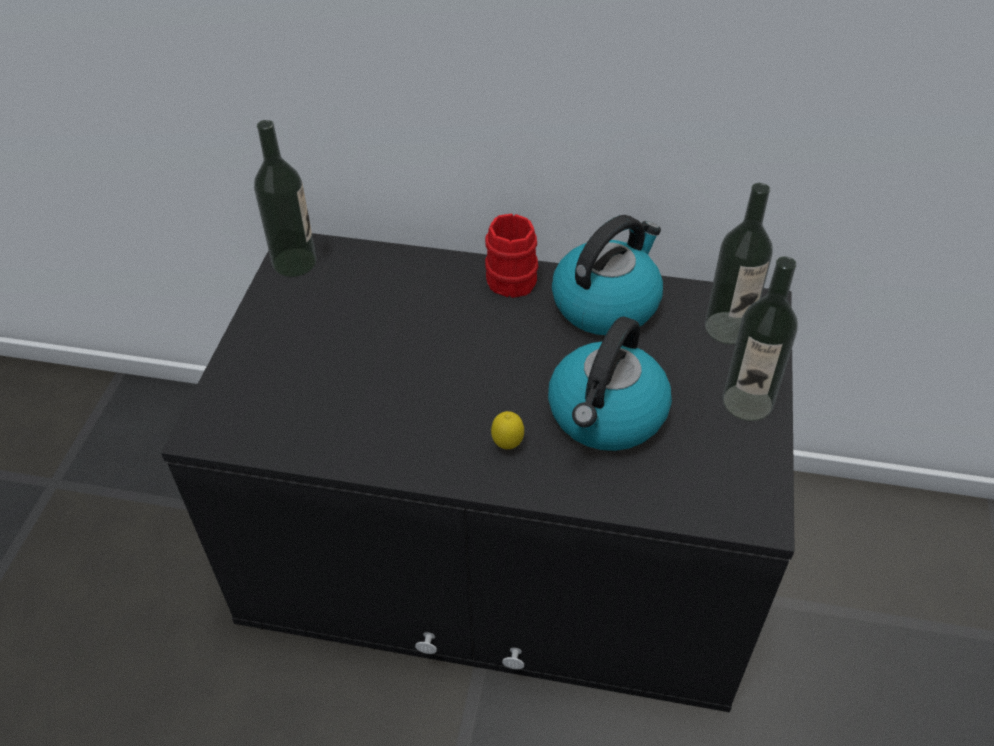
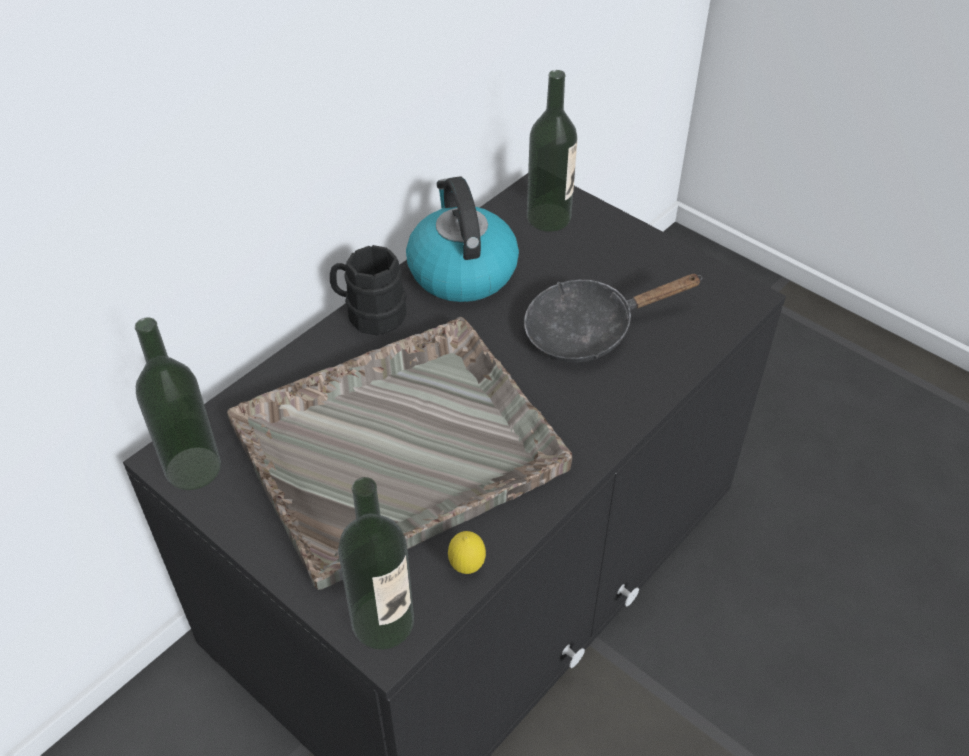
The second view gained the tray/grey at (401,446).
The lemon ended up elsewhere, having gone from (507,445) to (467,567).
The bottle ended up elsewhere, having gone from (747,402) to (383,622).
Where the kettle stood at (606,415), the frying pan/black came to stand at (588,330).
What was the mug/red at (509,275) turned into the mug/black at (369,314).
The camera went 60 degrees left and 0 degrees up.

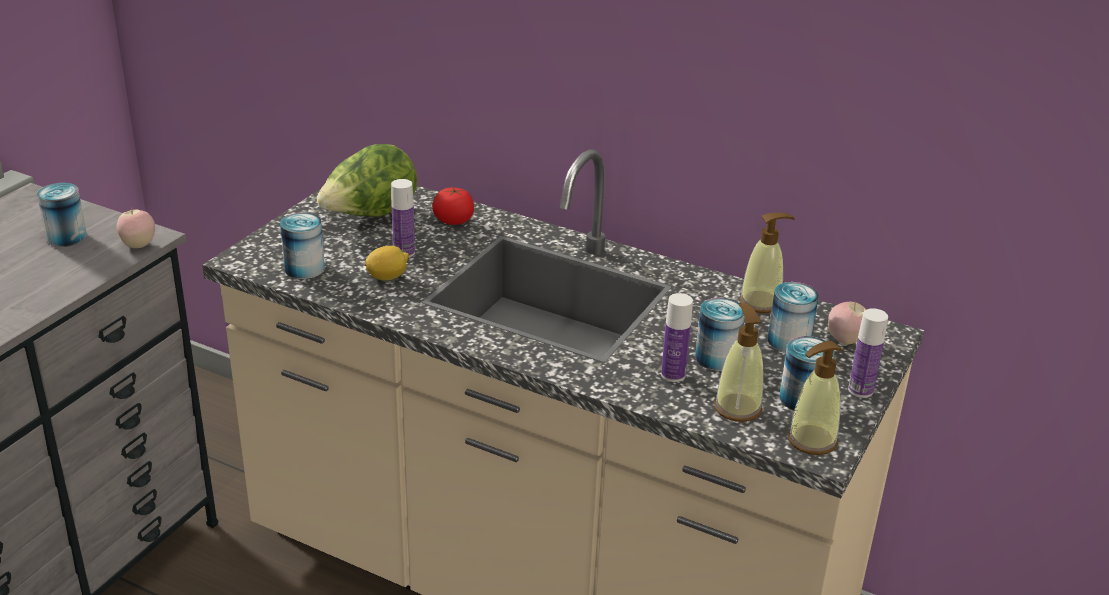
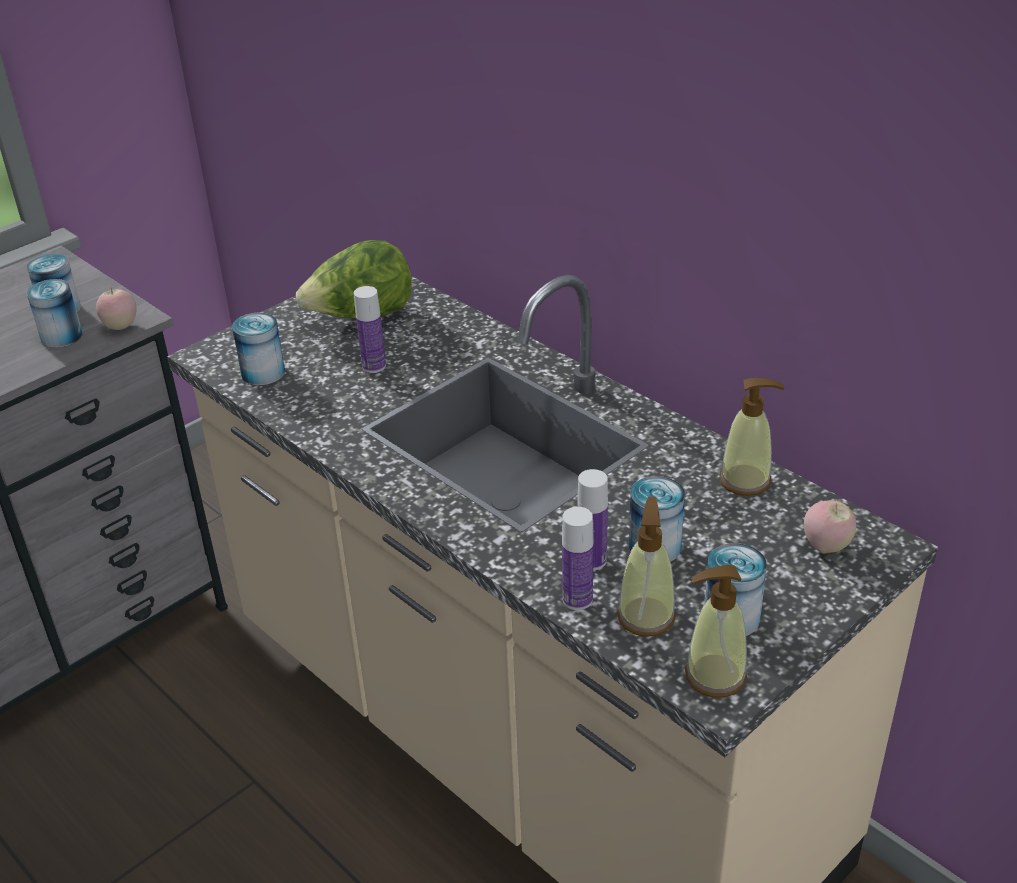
The second view lost the lemon at (387,277).
The second view lost the tomato at (453,220).
The can ended up elsewhere, having gone from (788,341) to (61,336).
The bottle ended up elsewhere, having gone from (860,390) to (577,599).
The camera went 20 degrees right and 5 degrees up.

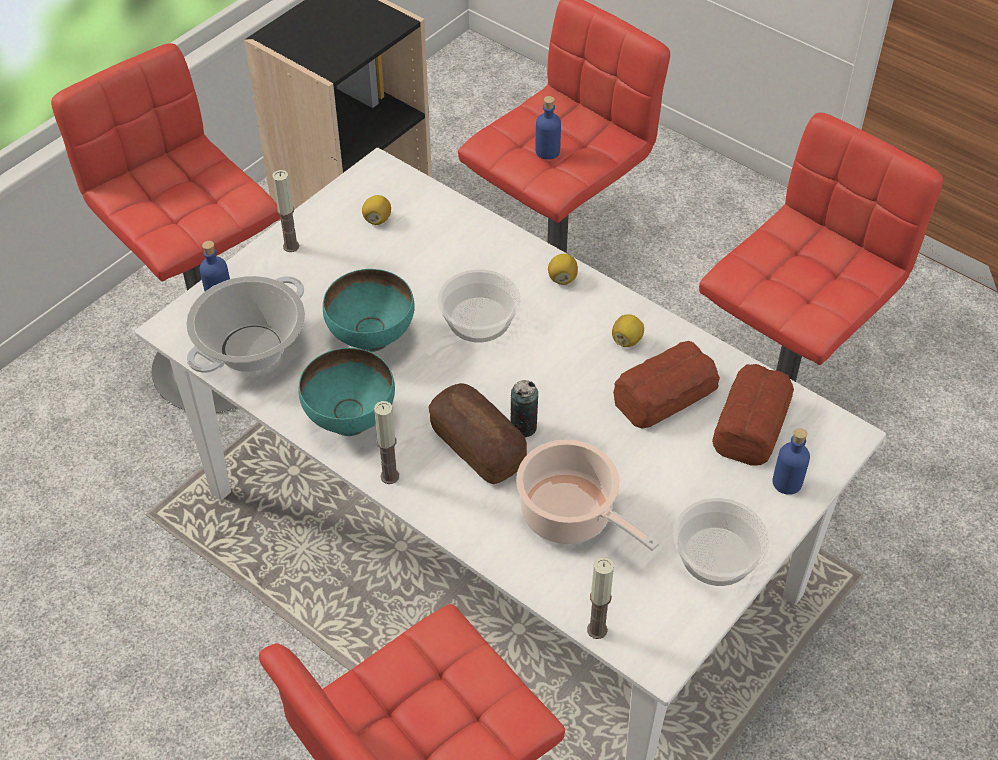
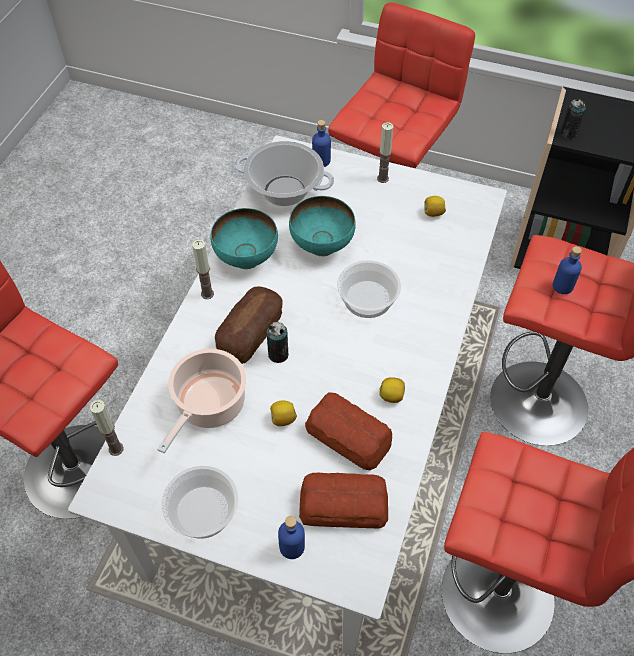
The second view gained the can at (568,133).
The lemon ended up elsewhere, having gone from (562,278) to (283,419).
The camera went 70 degrees right and 5 degrees up.

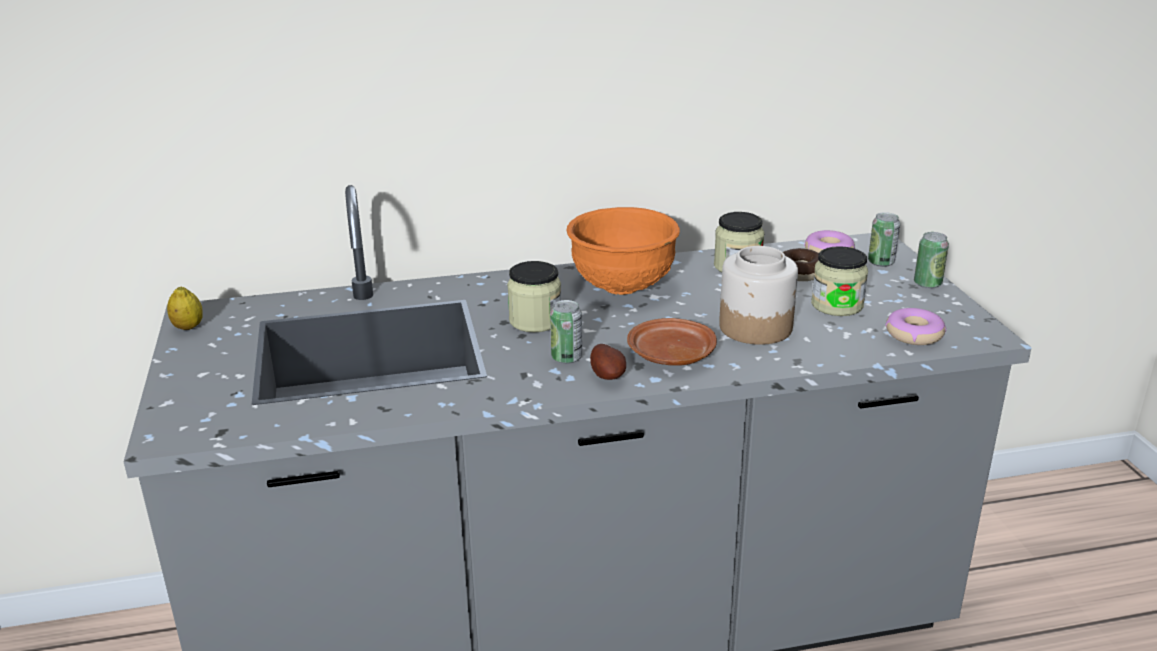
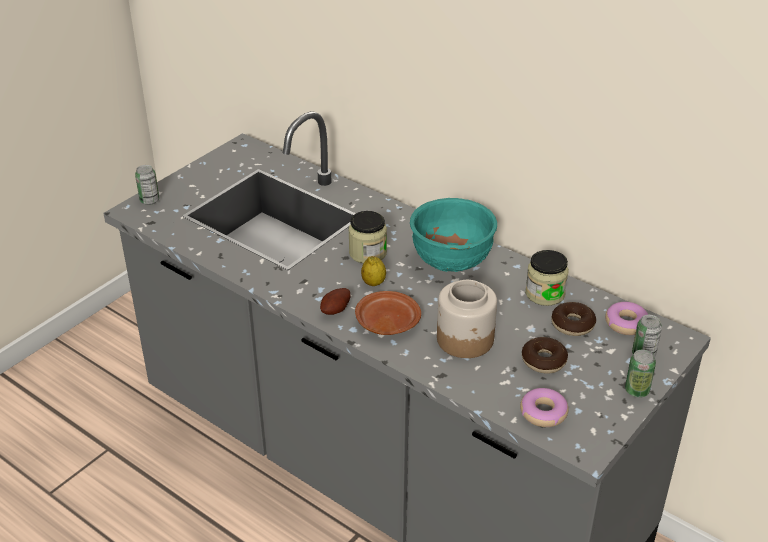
The lemon ended up elsewhere, having gone from (188,327) to (373,283).
The can ended up elsewhere, having gone from (566,358) to (149,200).
Where the jar stood at (837,305), the donut came to stand at (543,361).
What was the bowl/orange at (622,287) turned into the bowl/turquoise at (452,262).
The camera went 50 degrees right and 10 degrees up.

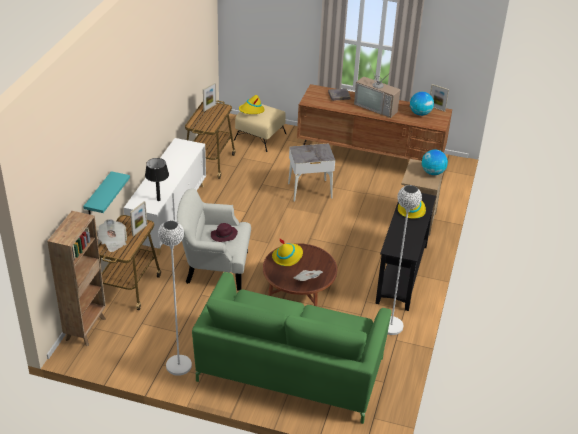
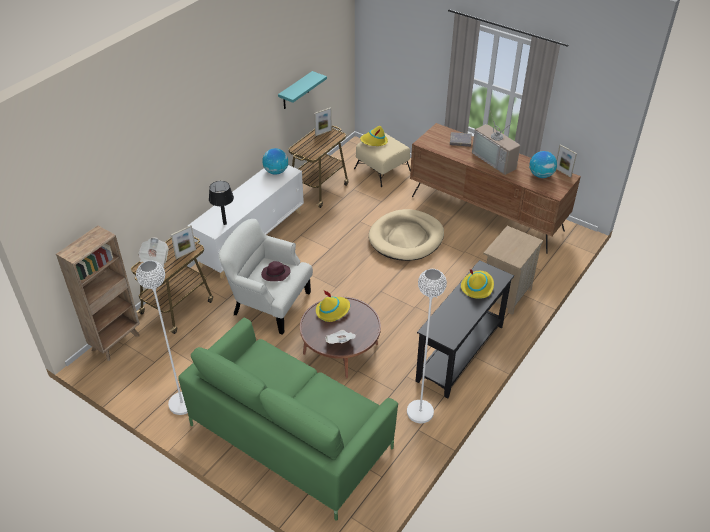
The shelf/turquoise ended up elsewhere, having gone from (98,197) to (295,91).
The globe ended up elsewhere, having gone from (432,173) to (276,172).
Where the side table stood at (310,191), the dog bed/beige came to stand at (406,238).
The camera went 20 degrees right and 5 degrees up.

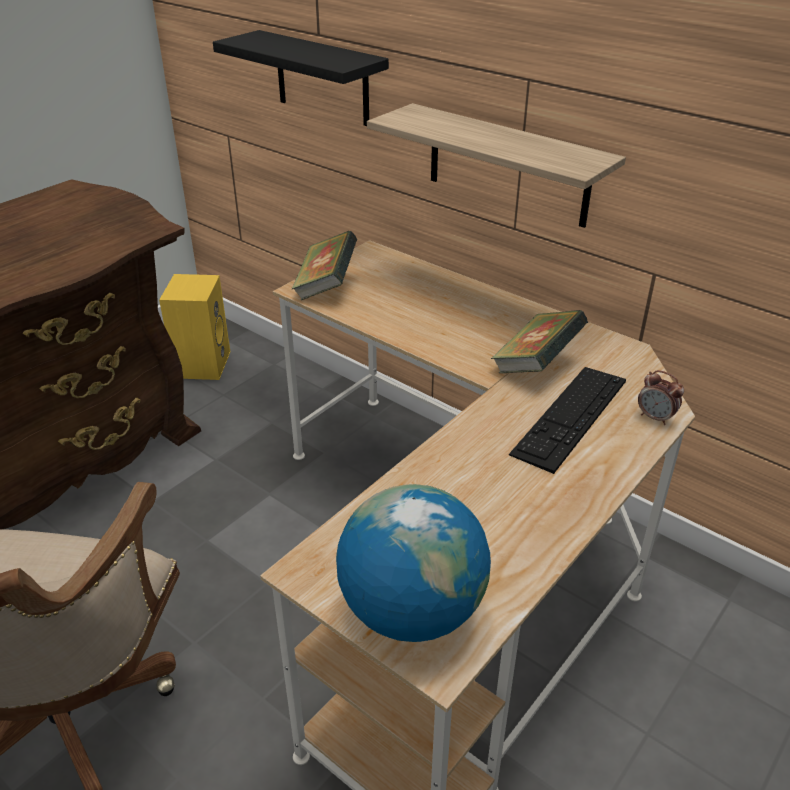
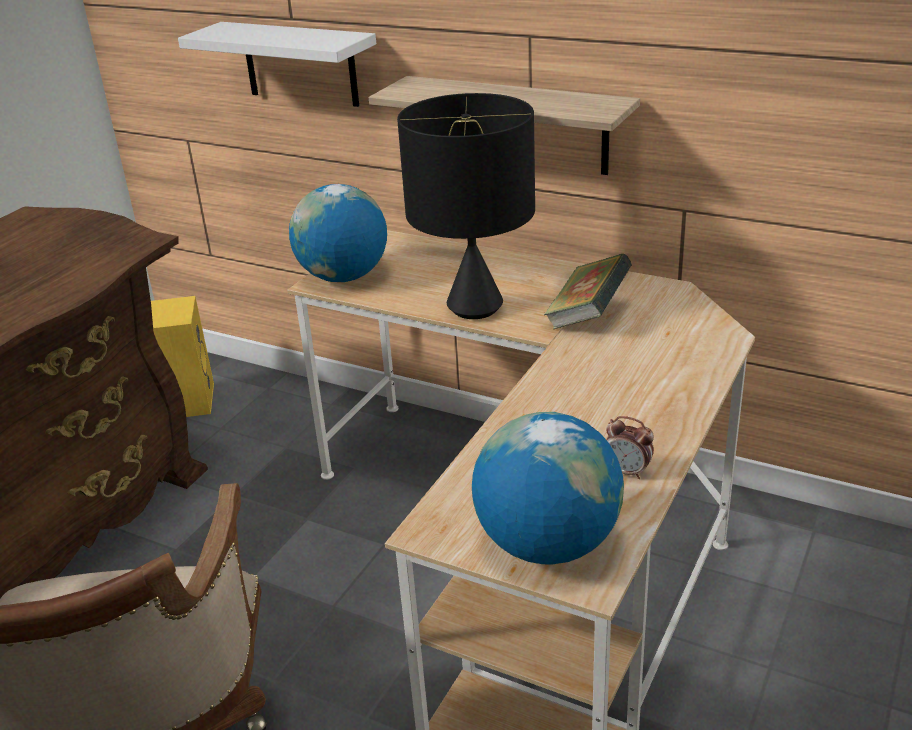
The second view lost the keyboard at (570,416).
The second view gained the table lamp/black at (475,309).
The alarm clock ended up elsewhere, having gone from (655,418) to (627,472).
Where the book stood at (326,286), the globe came to stand at (343,277).
What was the shelf/black at (322,79) turned into the shelf/white at (300,64).
The camera went 10 degrees left and 5 degrees down.

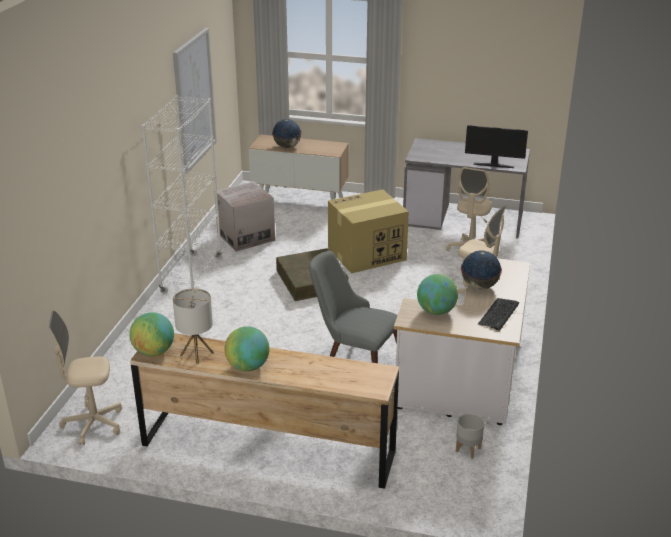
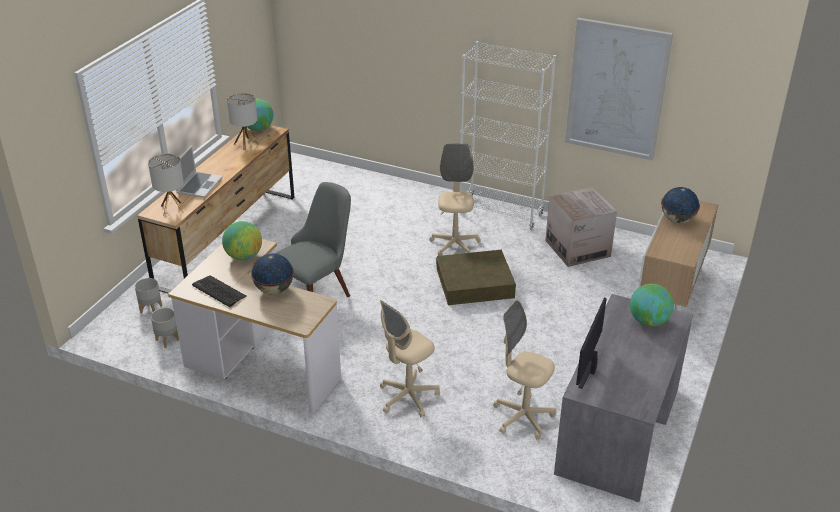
The second view lost the cardboard box at (366,254).
The second view gained the planter/grey at (150,309).
The second view gained the table lamp at (172,209).
The second view gained the laptop at (199,185).
The office chair/beige ended up elsewhere, having gone from (93,424) to (454,245).
The globe ended up elsewhere, having gone from (248,367) to (648,321).
The camera went 100 degrees right and 5 degrees up.

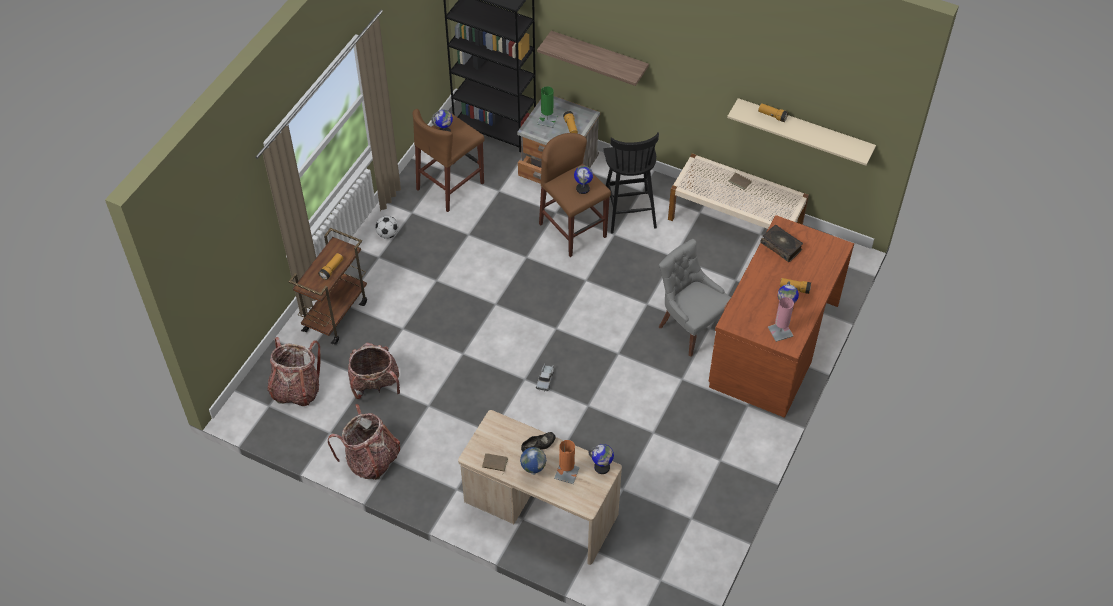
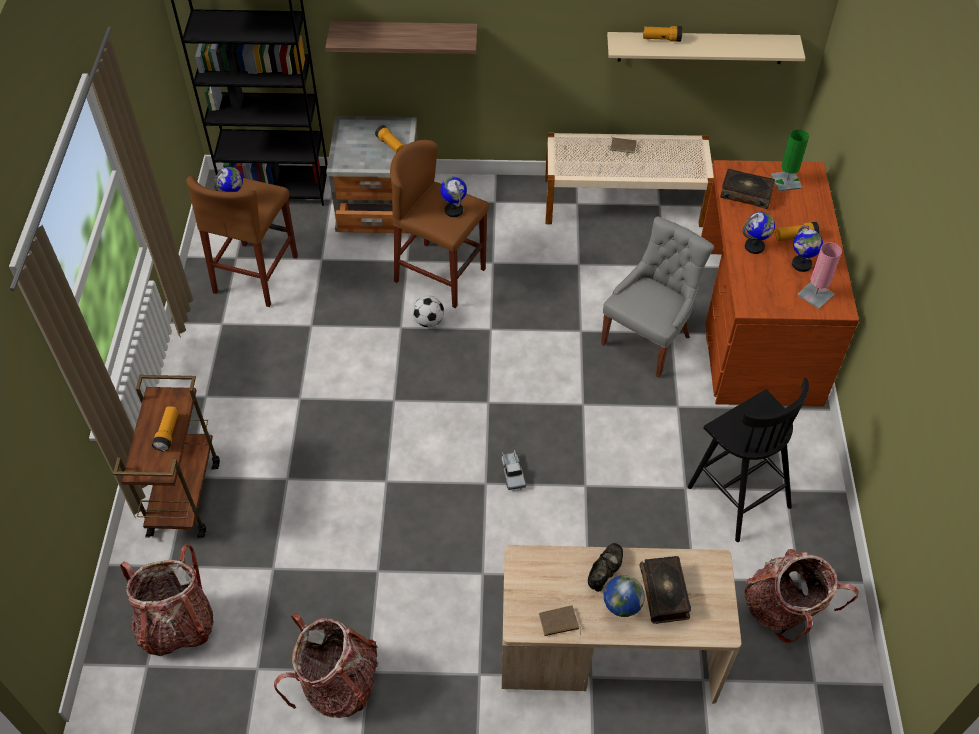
The backpack ended up elsewhere, having gone from (375,385) to (785,609).
The football ended up elsewhere, having gone from (388,234) to (428,321).
The table lamp/green ended up elsewhere, having gone from (547,120) to (786,181).
The globe ended up elsewhere, having gone from (602,467) to (754,247).
The stool/black ended up elsewhere, having gone from (628,210) to (736,494).
Where the table lamp/orange stood at (566,473), the book came to stand at (665,593).
The chair/grey at (690,327) ended up facing another way, 105 degrees clockwise from before.
The camera went 25 degrees left and 0 degrees up.

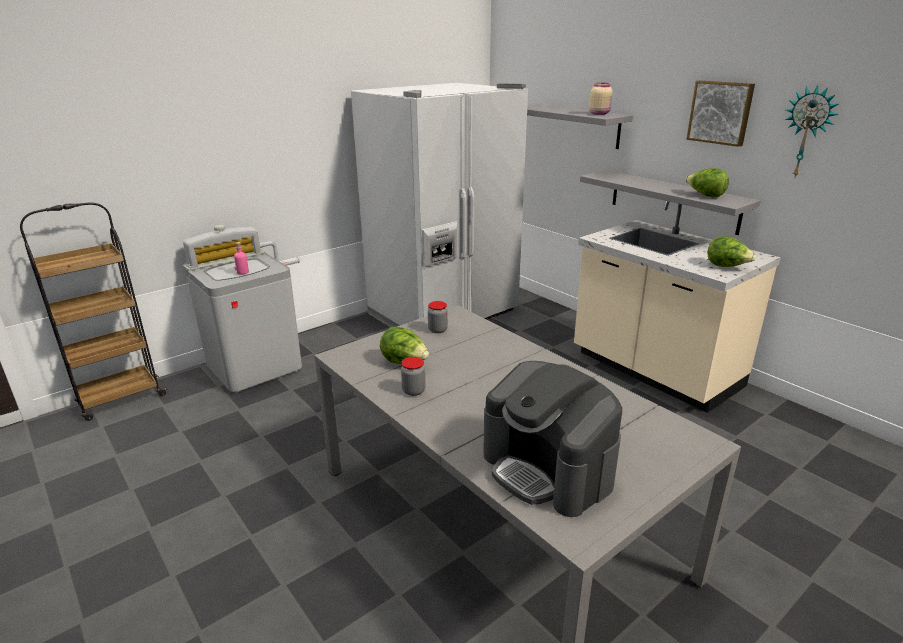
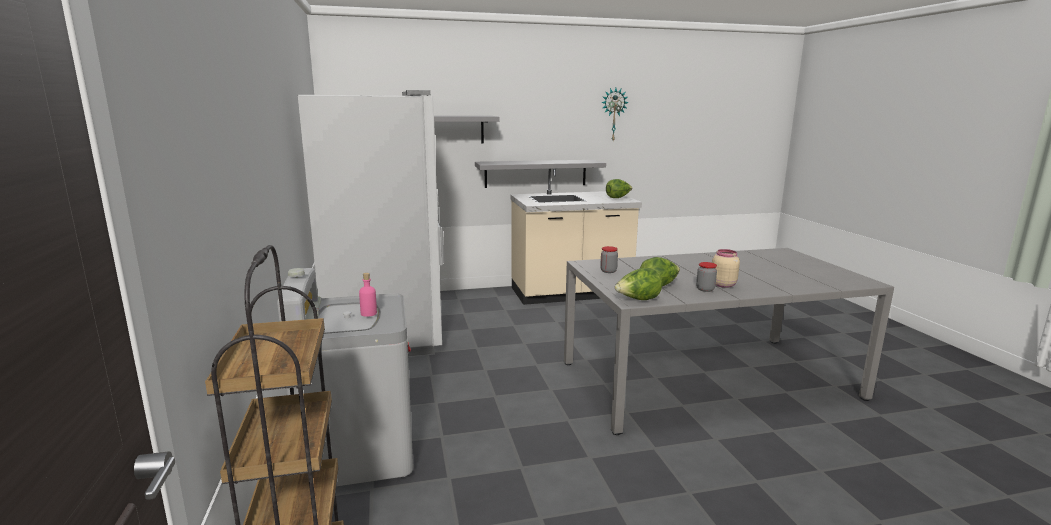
The second view lost the coffee machine at (548,469).
The second view lost the picture at (720,112).
The jar/beige ended up elsewhere, having gone from (599,113) to (722,284).
The lettuce ended up elsewhere, having gone from (705,195) to (638,300).
The camera went 65 degrees left and 10 degrees down.

